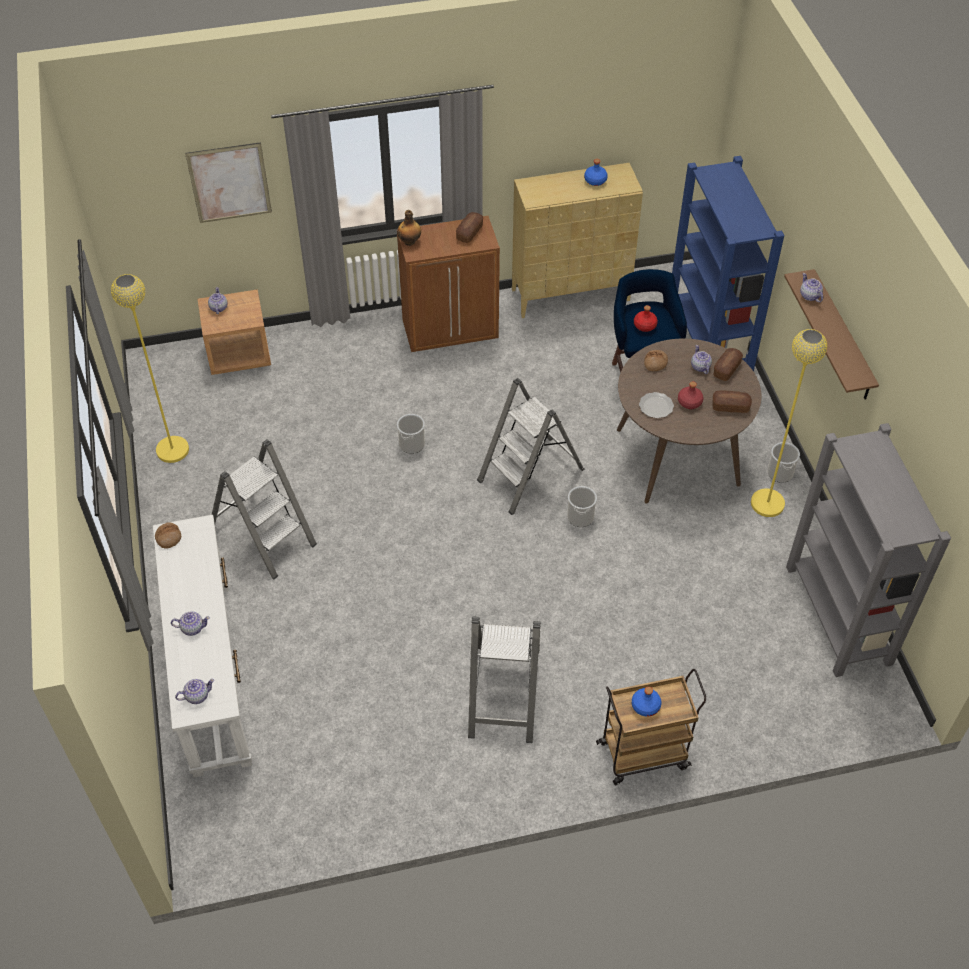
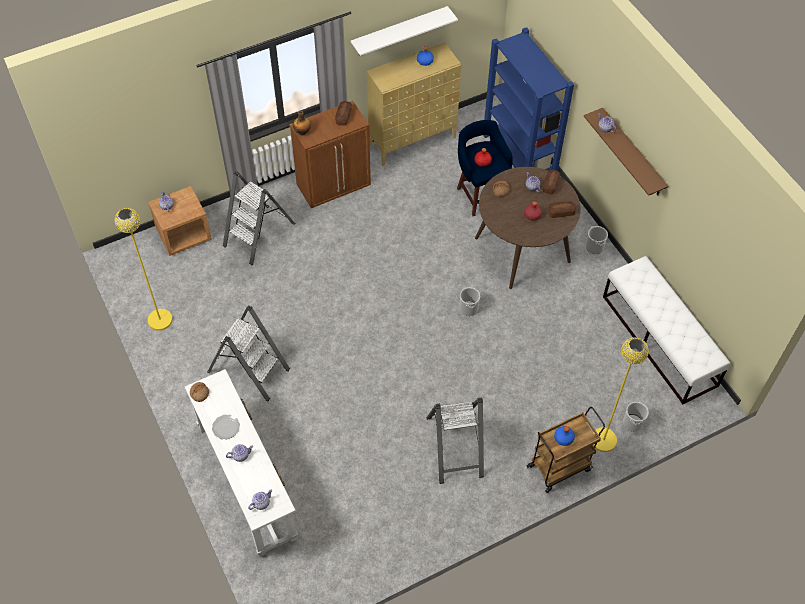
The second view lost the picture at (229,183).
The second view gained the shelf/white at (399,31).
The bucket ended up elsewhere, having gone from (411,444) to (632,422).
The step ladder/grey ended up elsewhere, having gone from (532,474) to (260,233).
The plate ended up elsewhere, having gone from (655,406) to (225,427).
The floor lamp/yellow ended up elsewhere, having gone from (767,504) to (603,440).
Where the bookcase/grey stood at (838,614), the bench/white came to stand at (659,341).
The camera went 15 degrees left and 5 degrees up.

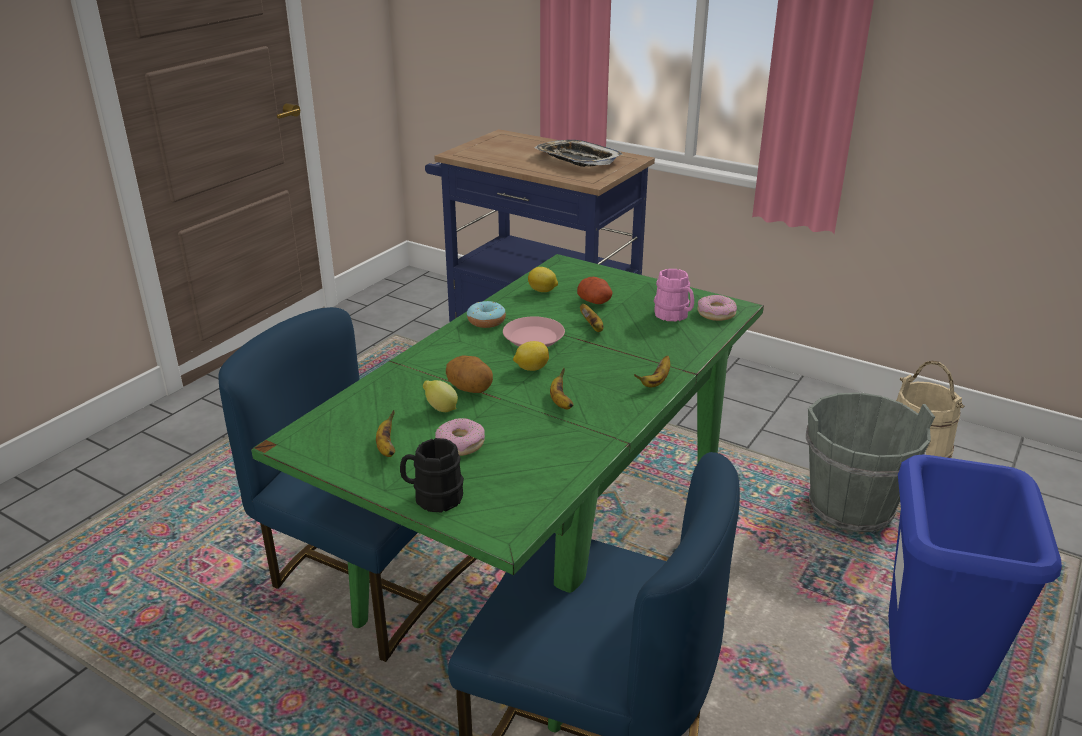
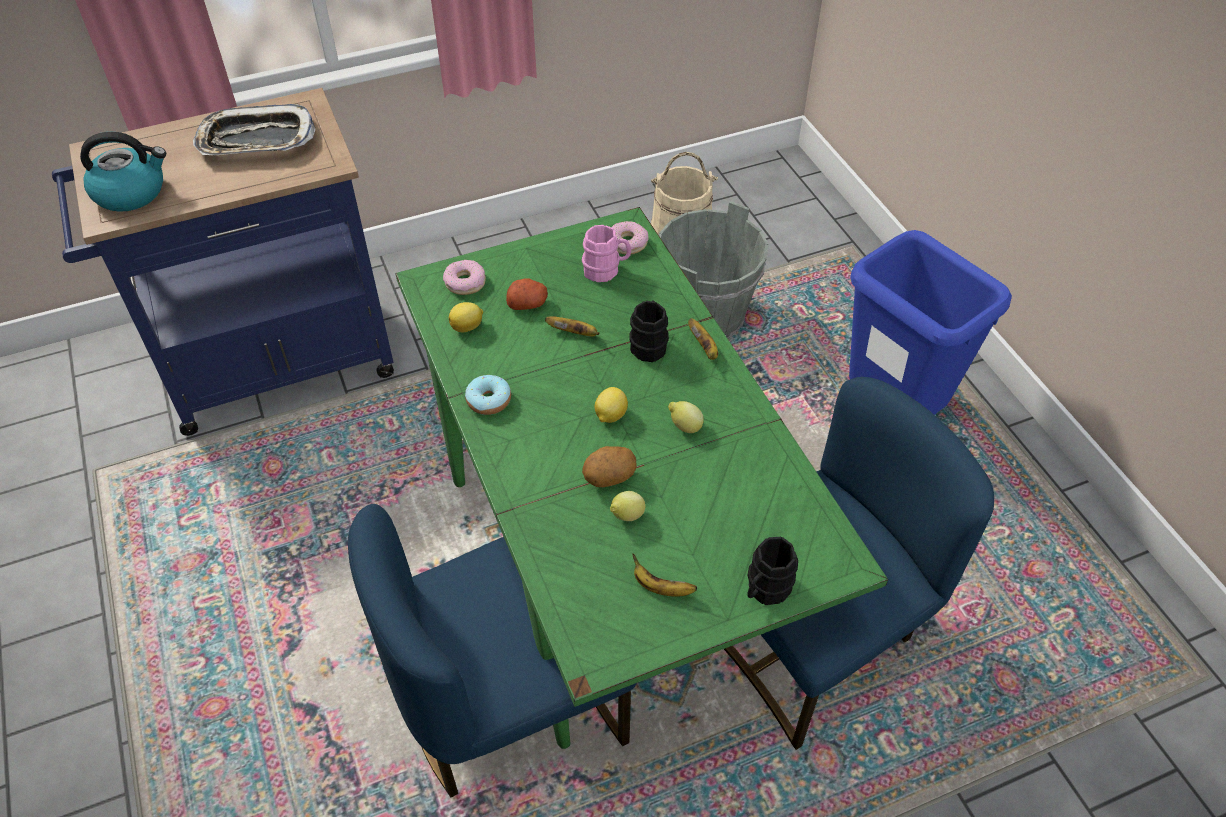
The second view lost the plate/pink at (533,338).
The second view gained the kettle at (131,192).
The second view gained the mug/black at (649,344).
The donut ended up elsewhere, having gone from (460,444) to (465,282).
Where the banana stood at (560,402), the lemon came to stand at (684,427).
The camera went 55 degrees left and 20 degrees up.

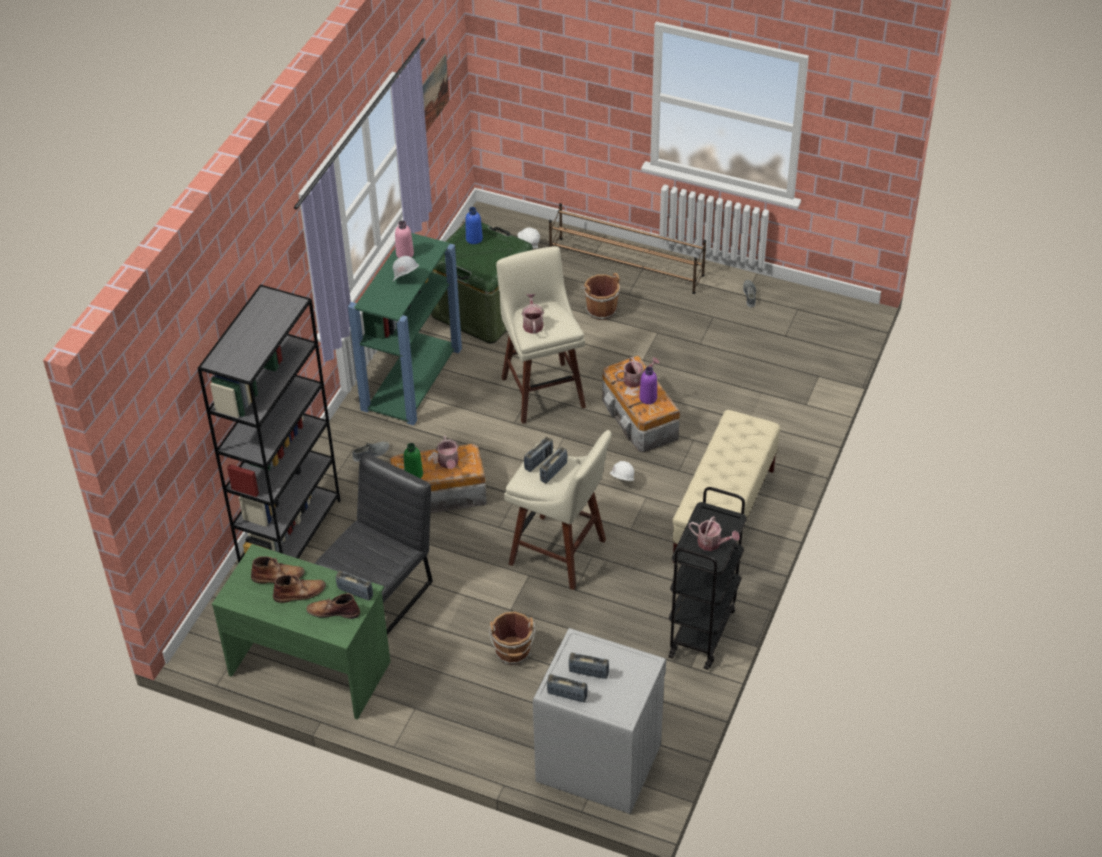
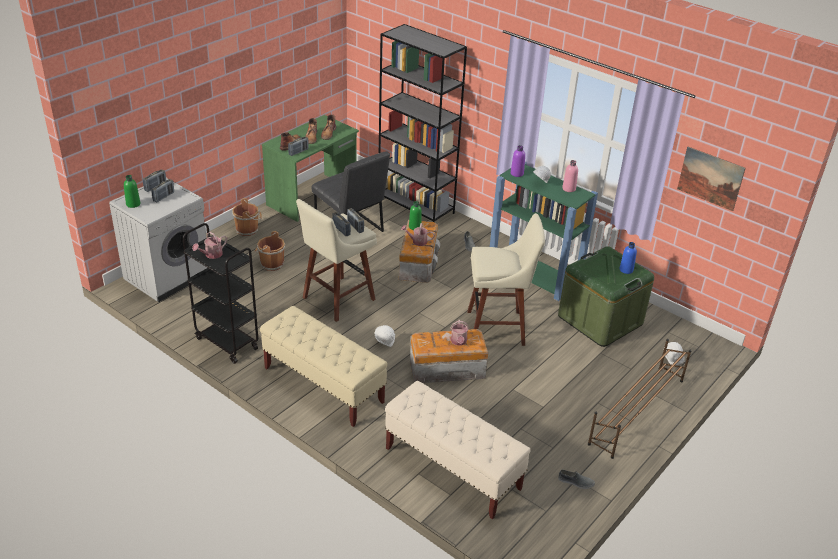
The second view lost the watering can at (532,324).
The second view gained the bottle/green at (133,204).
The second view gained the bench/beige at (452,468).
The bucket/brown ended up elsewhere, having gone from (600,309) to (248,230).
The bottle/purple ended up elsewhere, having gone from (648,398) to (517,173).
The camera went 105 degrees right and 10 degrees down.

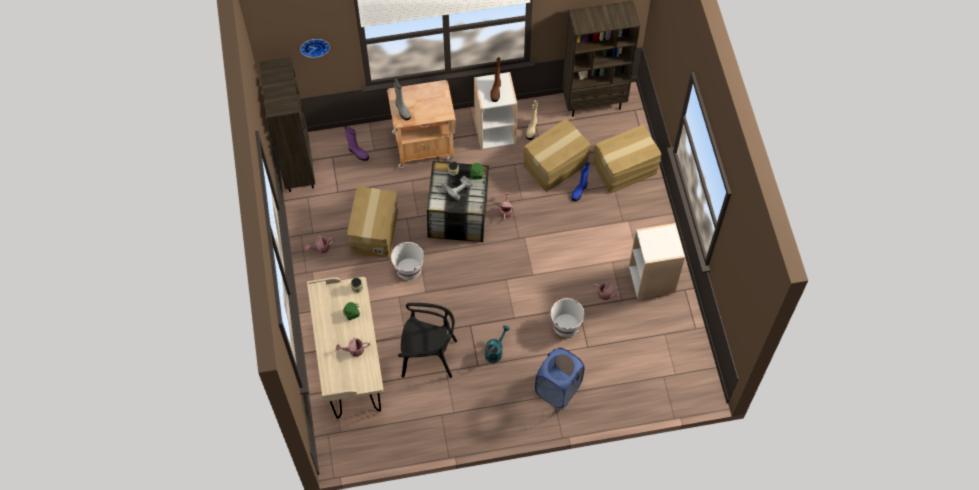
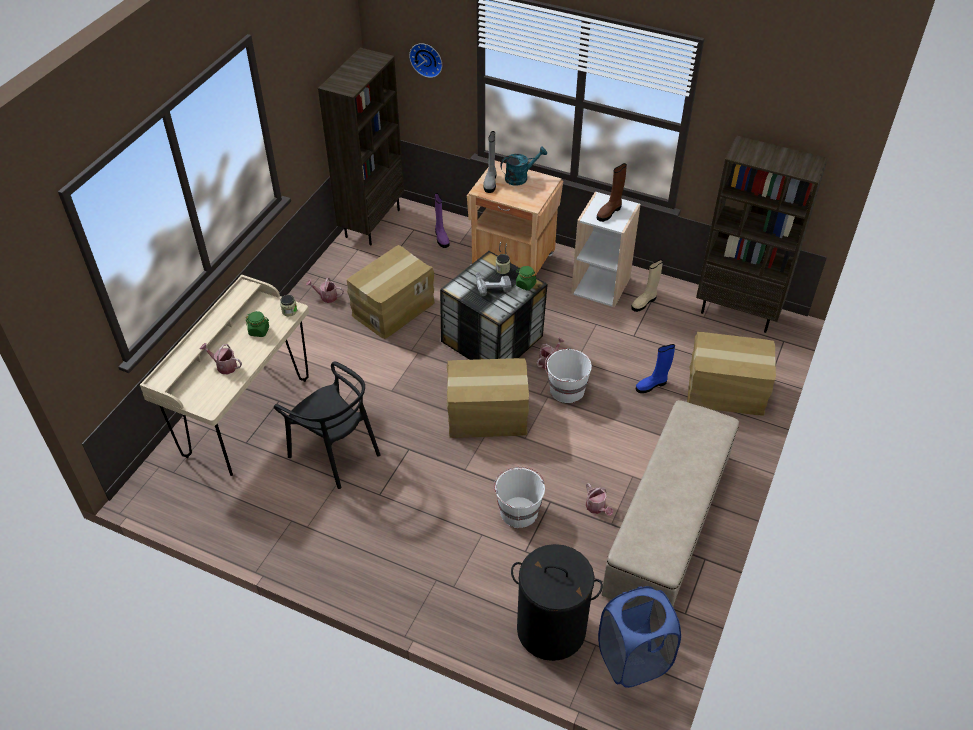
The second view gained the laundry basket/black at (551,629).
The bucket/white ended up elsewhere, having gone from (408,269) to (566,390).
The watering can/turquoise ended up elsewhere, having gone from (495,351) to (520,177).
The cardboard box ended up elsewhere, having gone from (556,165) to (487,416).
The laundry basket/blue ended up elsewhere, having gone from (558,389) to (633,659).
Where the bookcase stood at (651,279), the bench/beige came to stand at (669,523).
The camera went 35 degrees right and 15 degrees down.

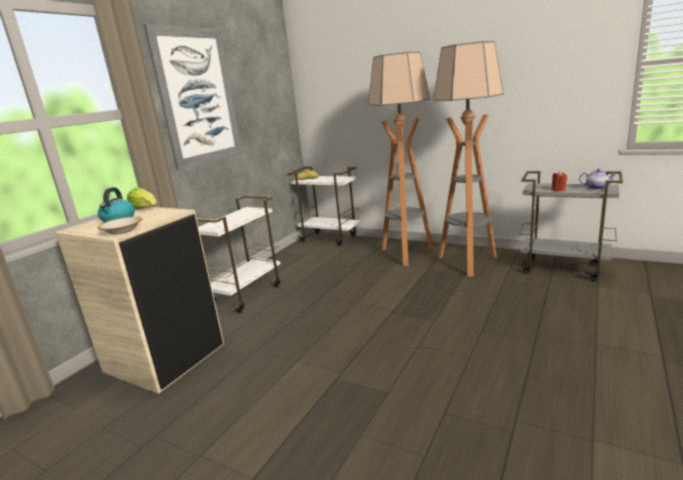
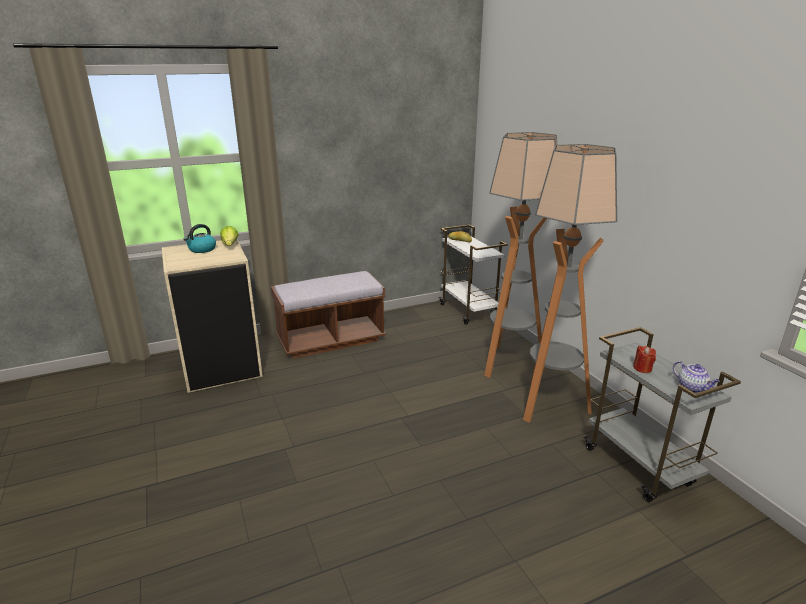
The second view lost the bowl at (122,230).
The second view lost the picture at (198,97).
Where the cart/white stood at (248,294), the bench/brown came to stand at (331,340).
The camera went 35 degrees right and 5 degrees up.

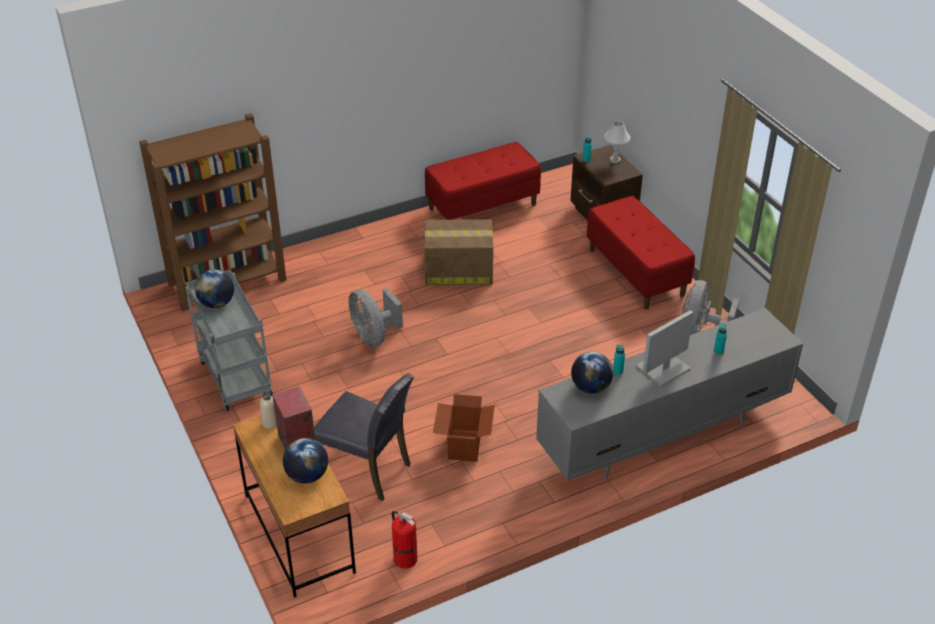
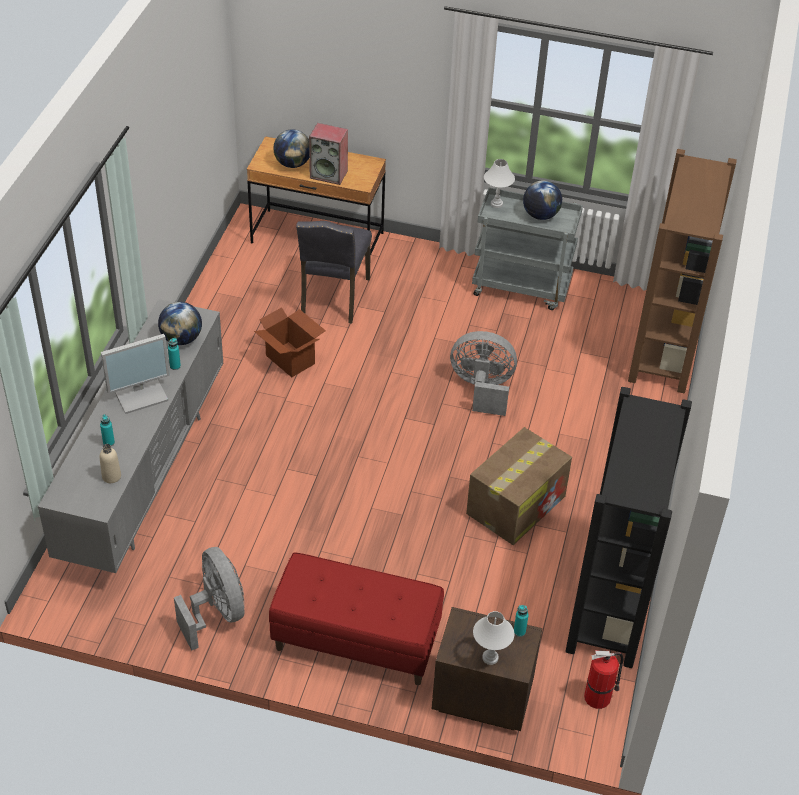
The second view gained the table lamp/white at (496,204).
The bottle/beige ended up elsewhere, having gone from (270,422) to (111,476).
The fire extinguisher ended up elsewhere, having gone from (404,558) to (599,697).
Where the bench/red stood at (482,206), the bookcase/black came to stand at (611,602).
The chair/grey at (367,470) ended up facing another way, 60 degrees counterclockwise from before.
The monitor at (662,369) ended up facing another way, 60 degrees clockwise from before.
The camera went 130 degrees right and 5 degrees up.

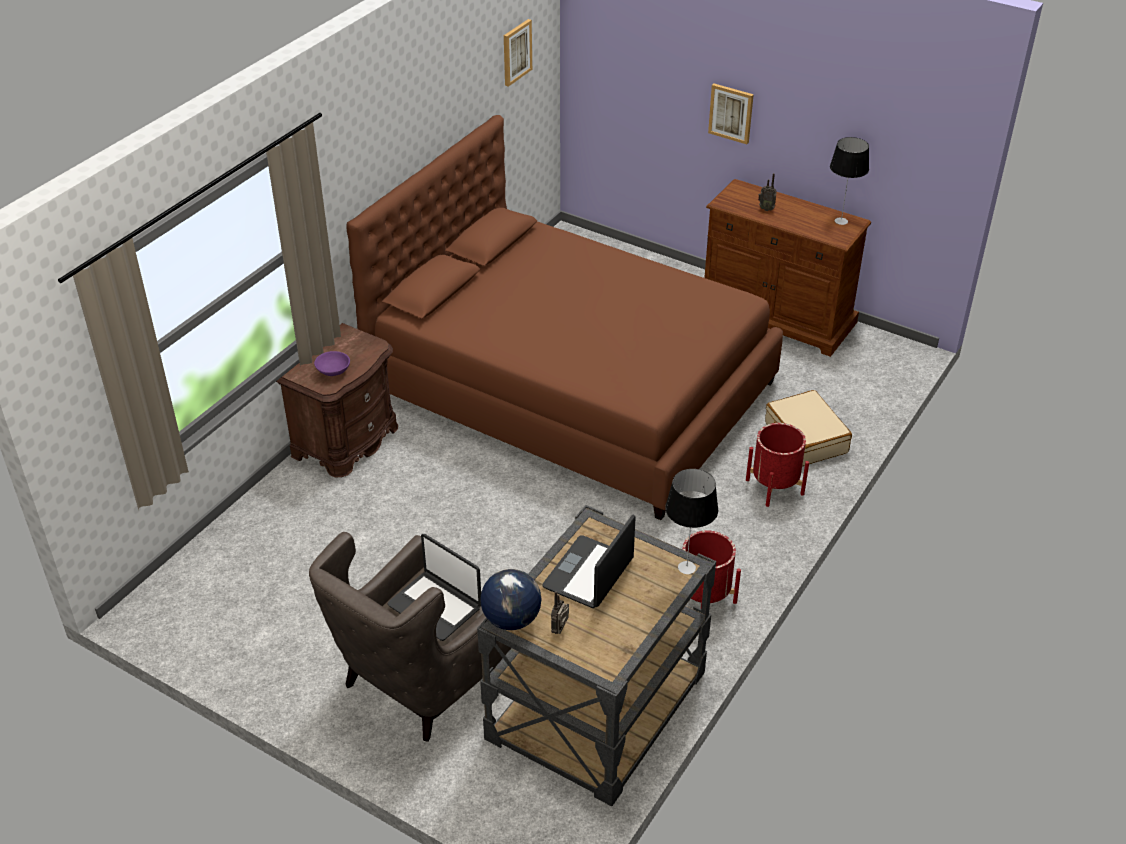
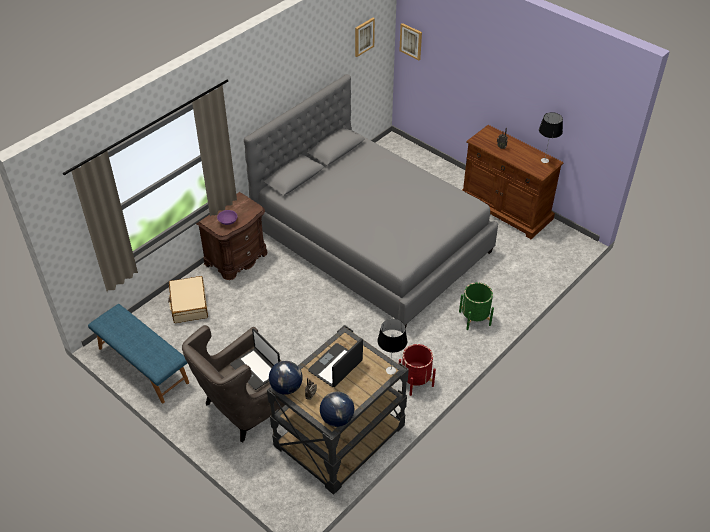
The second view gained the bench/blue at (142,365).
The second view gained the globe at (337,418).
The picture ended up elsewhere, having gone from (731,113) to (411,41).
The suitcase/beige ended up elsewhere, having gone from (805,438) to (189,304).
What was the bed/brown at (571,388) turned into the bed/grey at (371,241).
What was the planter/red at (774,487) turned into the planter/green at (474,318).
The camera went 10 degrees right and 5 degrees up.

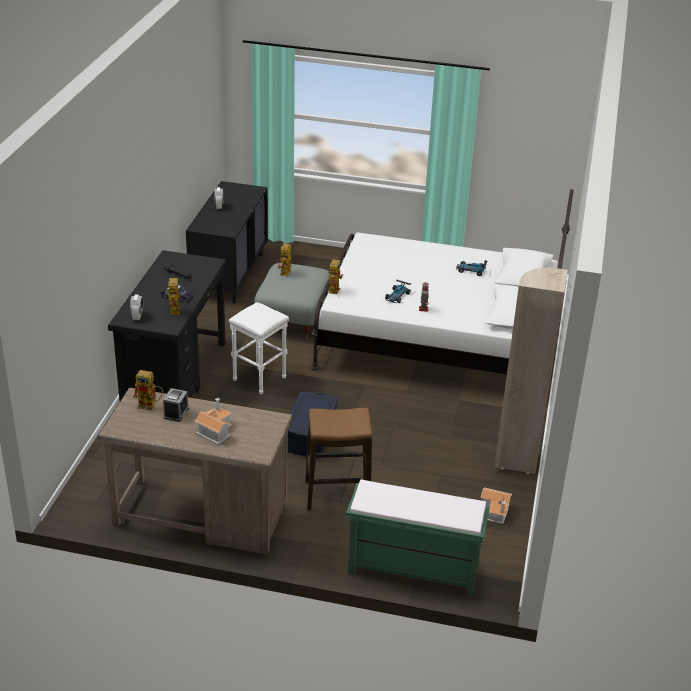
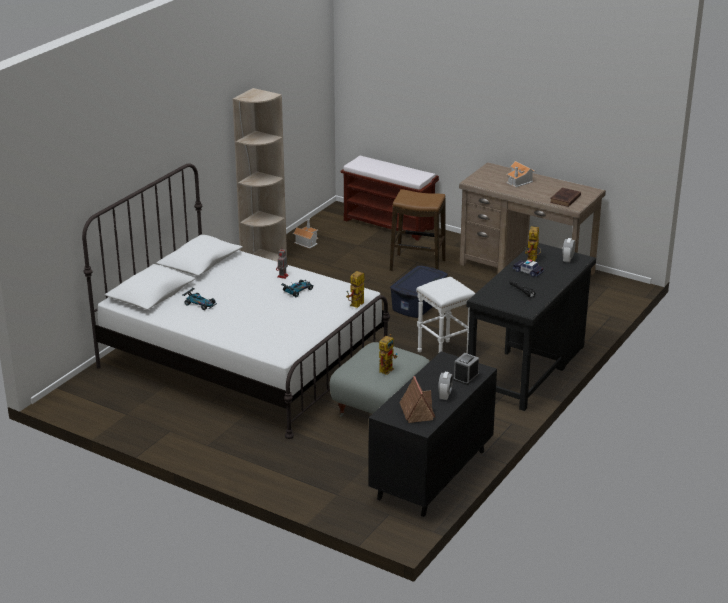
The second view gained the toy house at (416,411).
The alarm clock ended up elsewhere, having gone from (176,413) to (466,377).
Where the toy robot stood at (150,405), the book/brown came to stand at (564,199).
What was the bench/green at (412,569) turned into the bench/brown at (389,224).
The camera went 160 degrees left and 5 degrees down.

